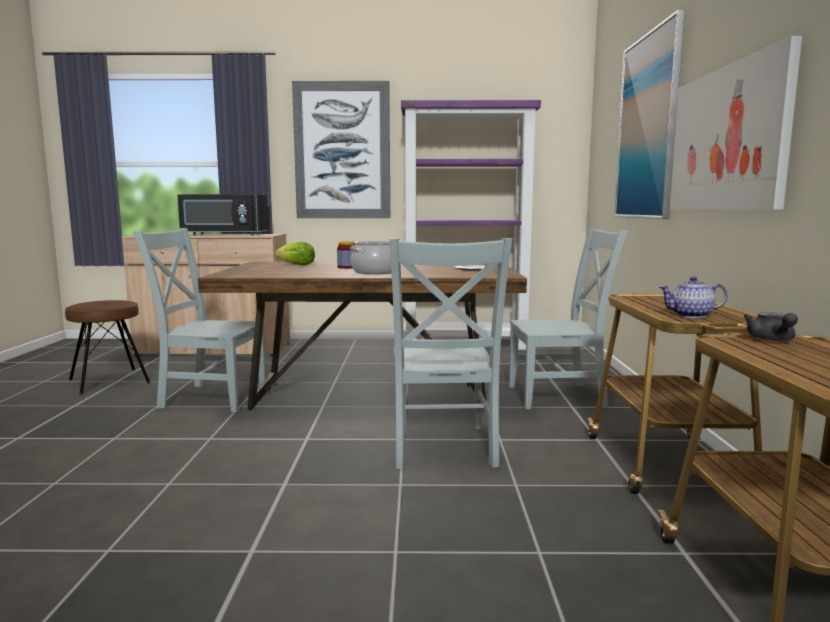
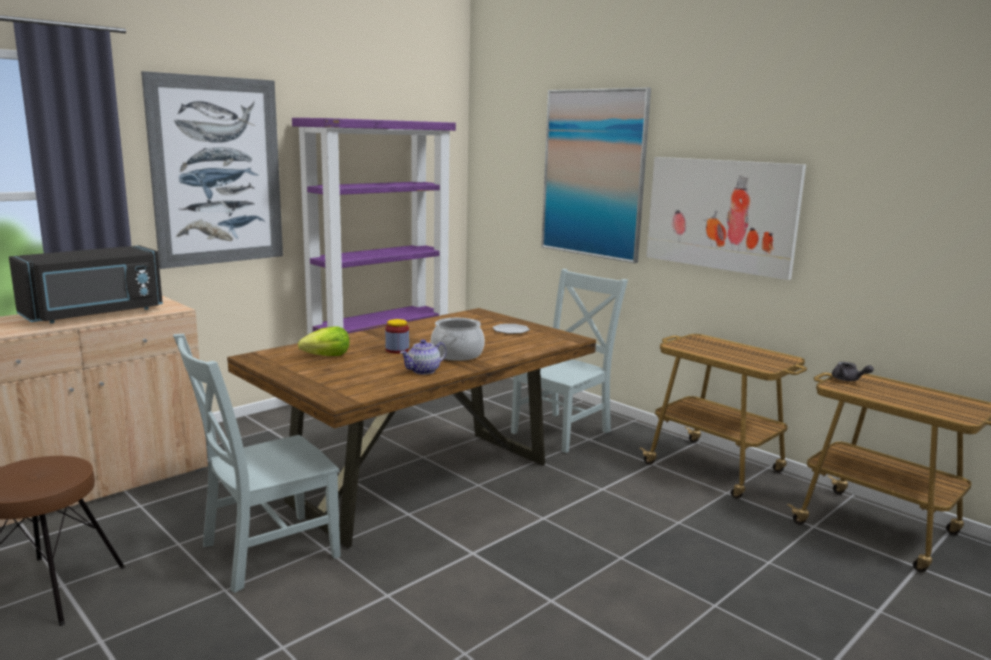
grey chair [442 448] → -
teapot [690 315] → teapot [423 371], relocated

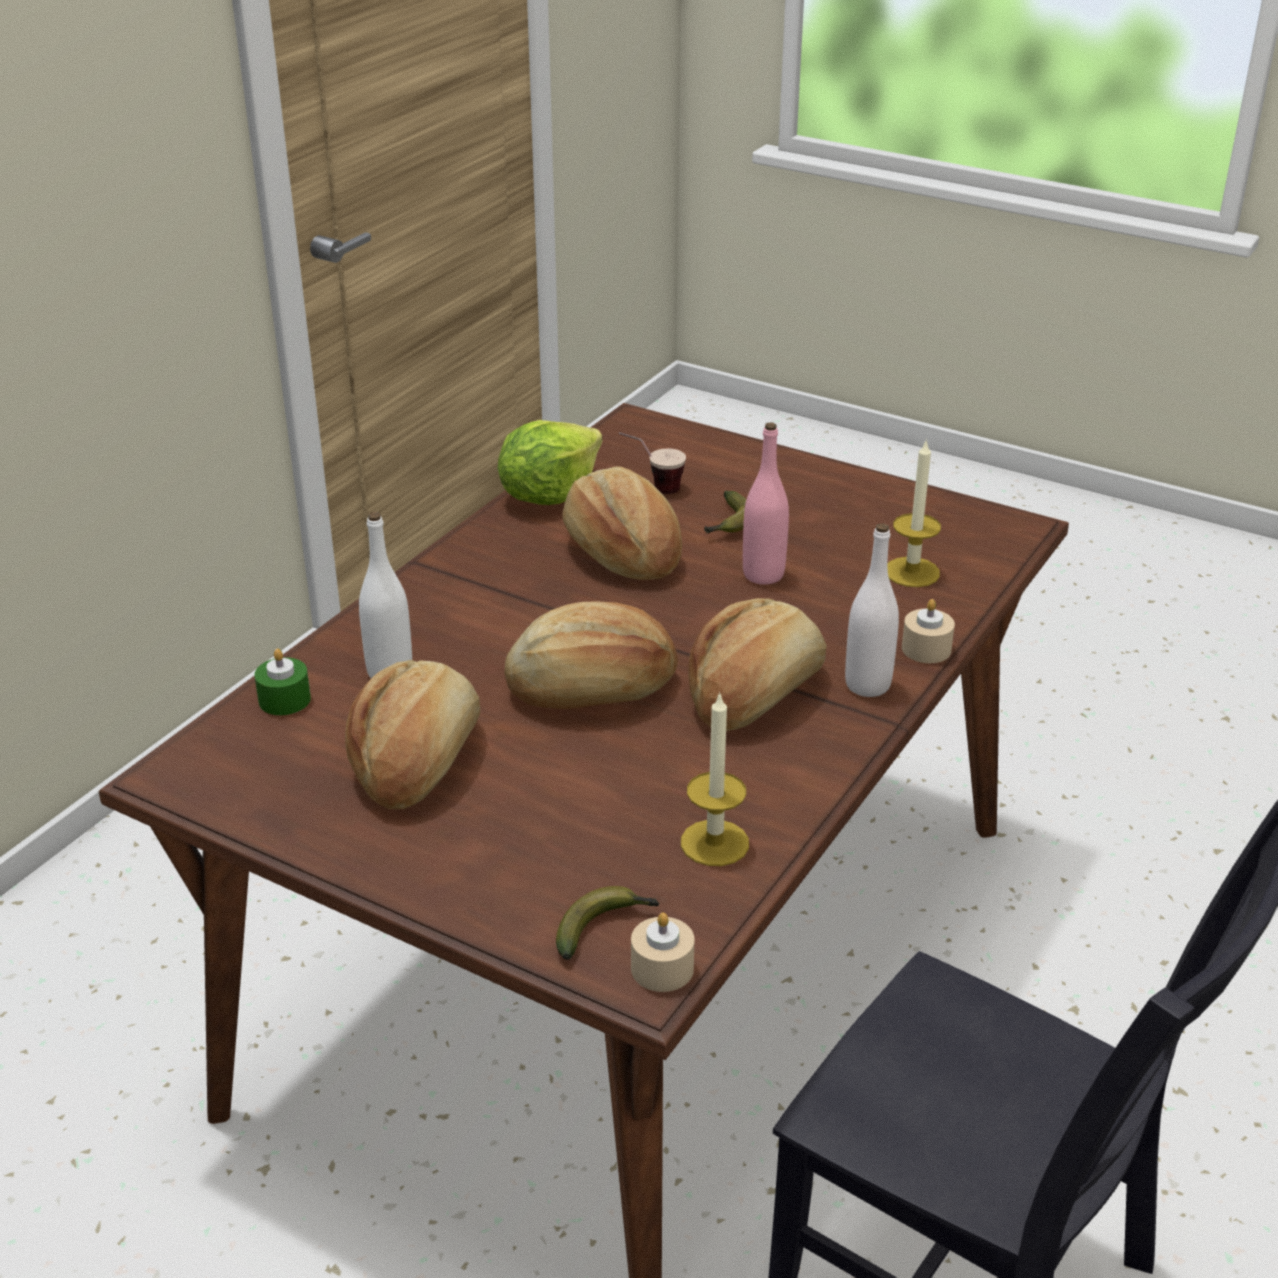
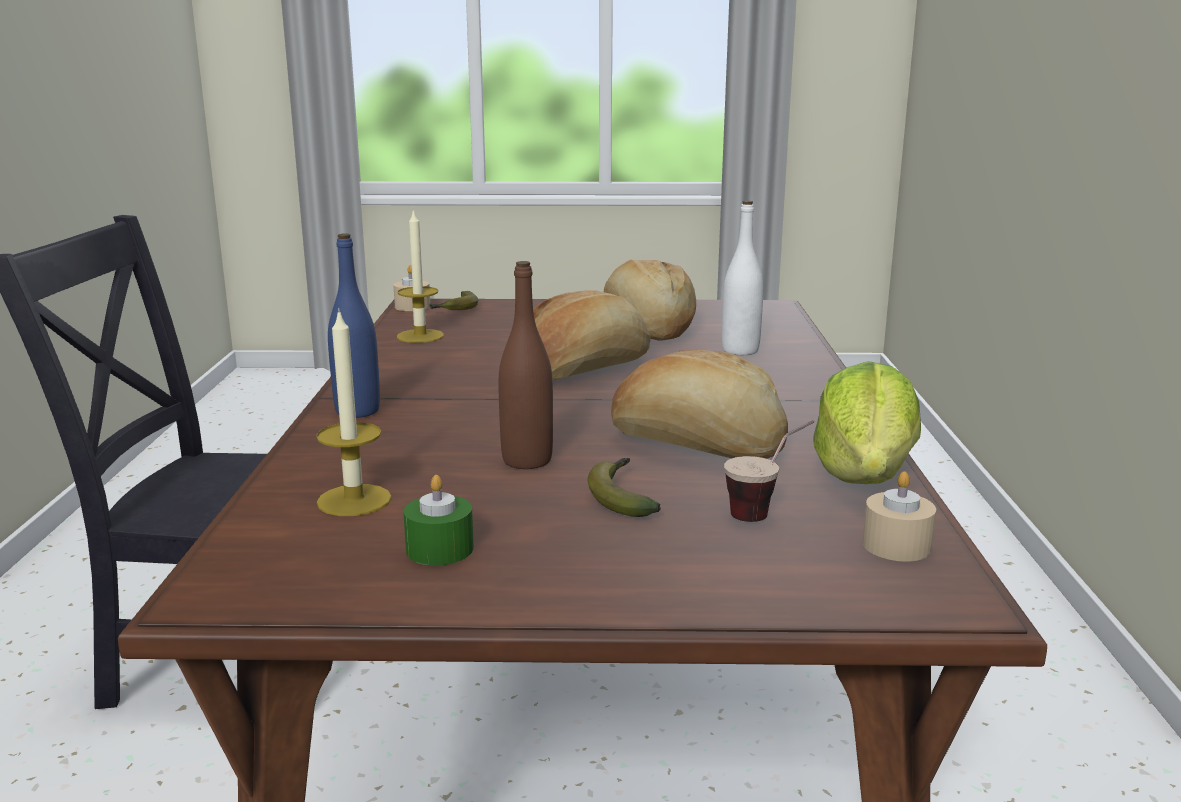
bread [755 694] → -
green candle [284 700] → green candle [440 549], relocated
beige candle [926 649] → beige candle [896 545], relocated
pink bottle [763 575] → brown bottle [527 460]
white bottle [867 685] → blue bottle [357 411]

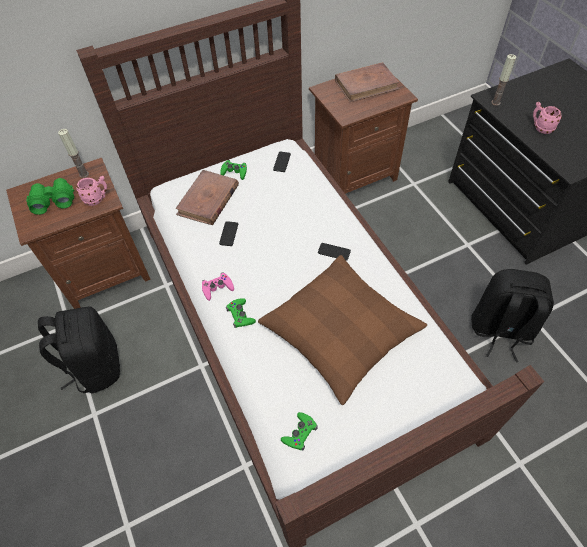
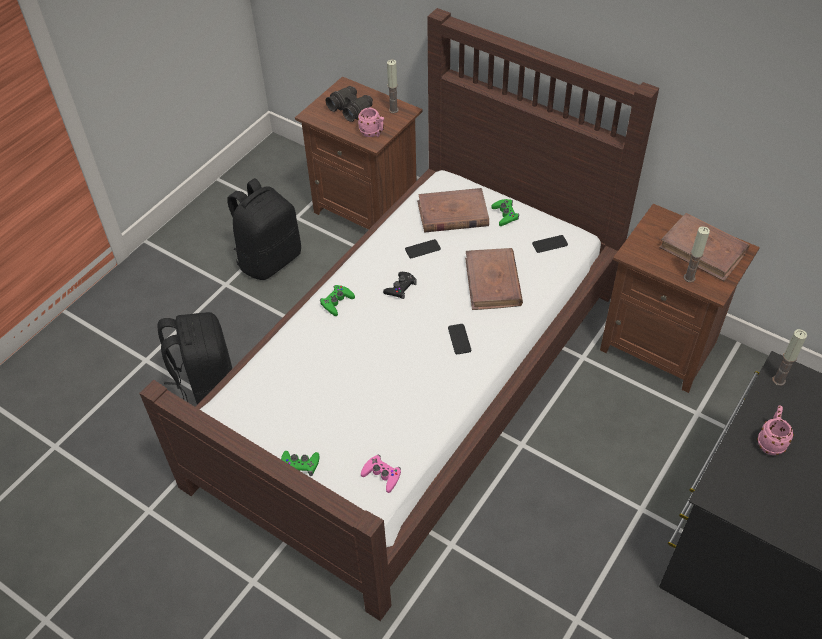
brown pillow [340 332] → -
- → black game controller [400 288]
- → brown book [493 282]
- → candle [689 278]
pink game controller [217 288] → pink game controller [382 475], relocated
green game controller [300 433] → green game controller [300 464], relocated
black backpack [500 330] → black backpack [206 387], relocated
green binoculars [53 200] → black binoculars [351 109]

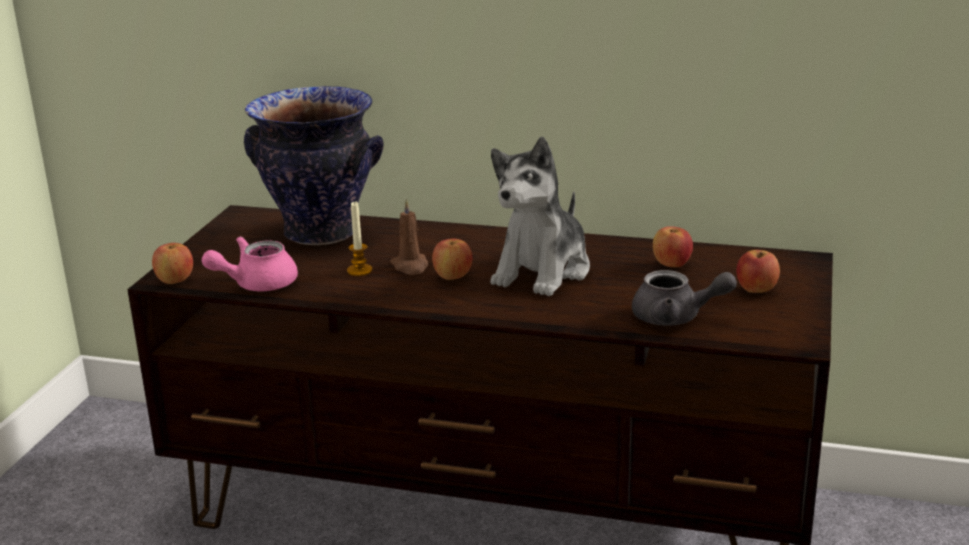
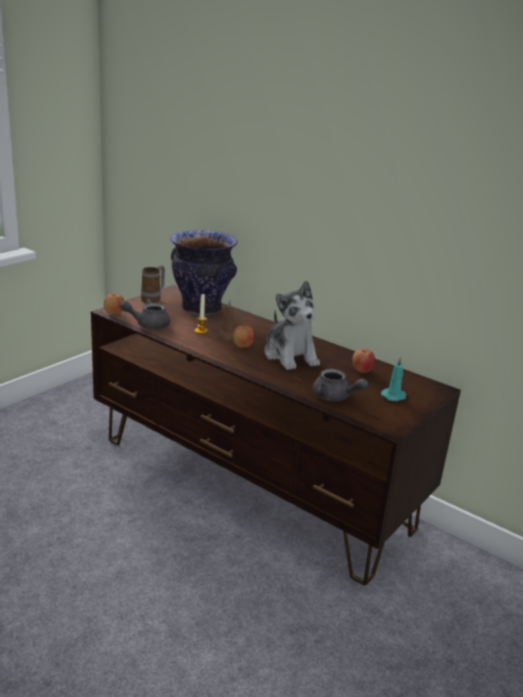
- → mug [153 299]
apple [756 290] → turquoise candle [394 396]
pink teapot [256 284] → grey teapot [148 324]
plush toy [543 271] → plush toy [290 356], 75 degrees counterclockwise

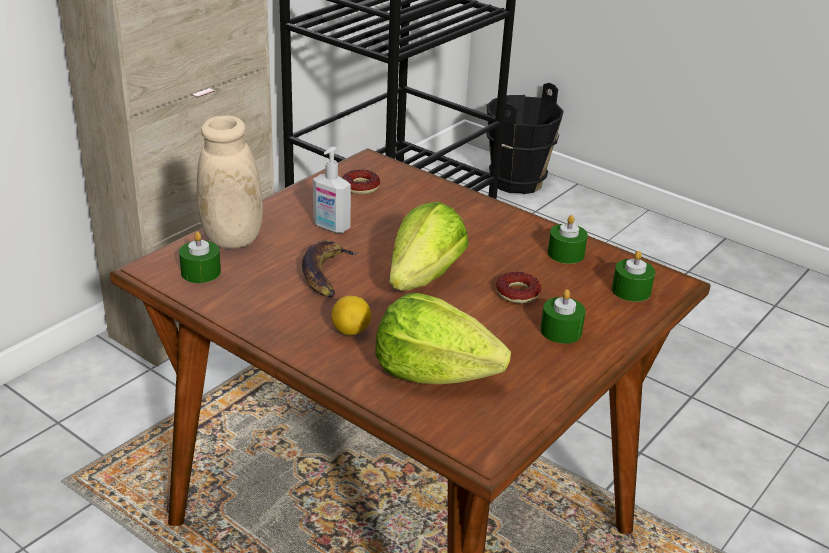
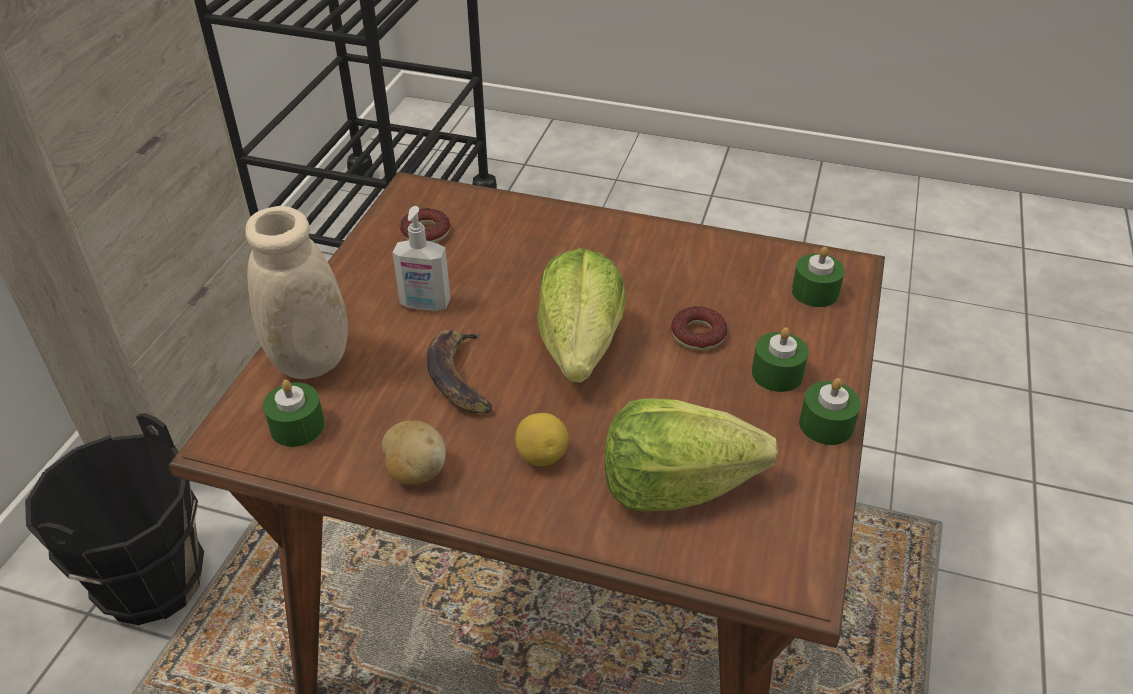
- → potato [415 471]
black bucket [516 182] → black bucket [151 583], relocated
green candle [565 254] → green candle [826 425], relocated

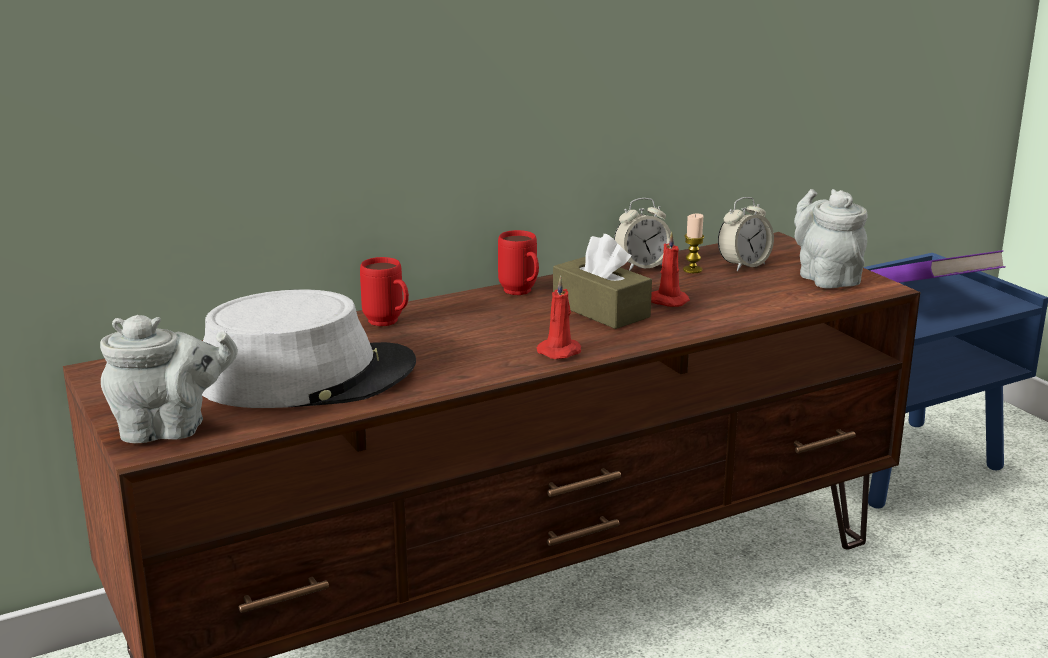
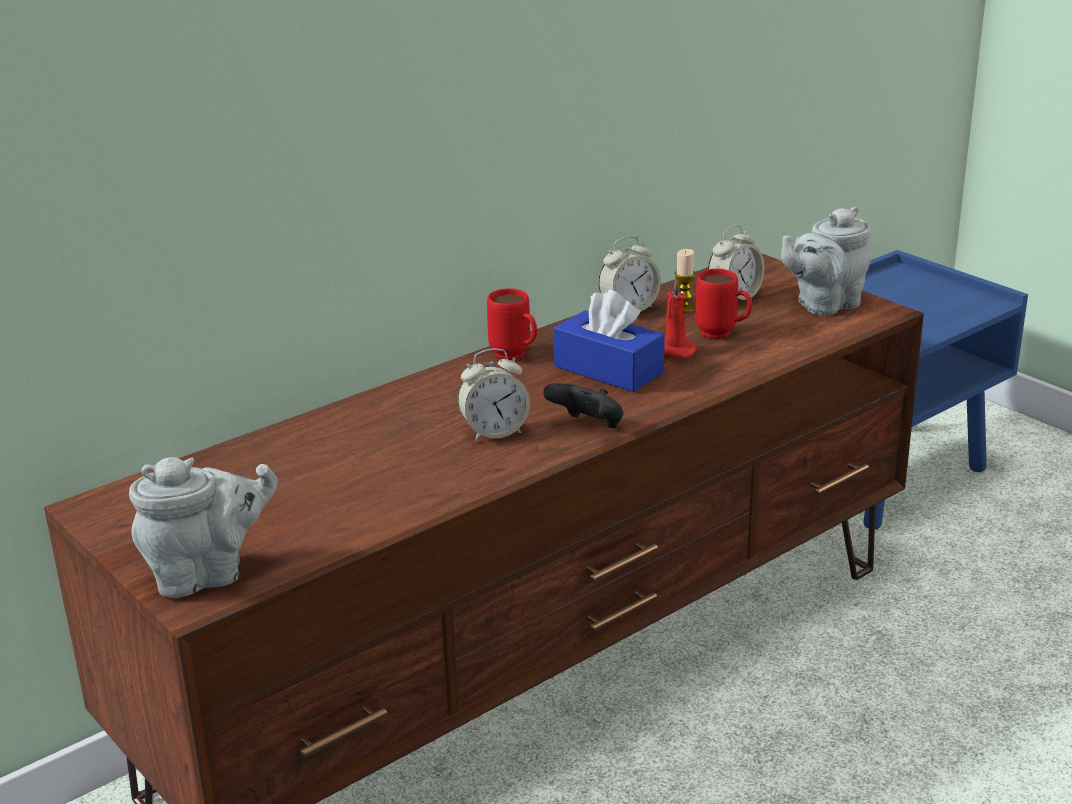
grey hat [307 377] → -
purple book [931 296] → -
- → alarm clock [494 432]
red mug [388 323] → red mug [723 335], relocated
red candle [561 351] → black game controller [588 427]
brown tissue box [601 310] → blue tissue box [608 370]
grey teapot [826 277] → grey teapot [824 304], 90 degrees counterclockwise

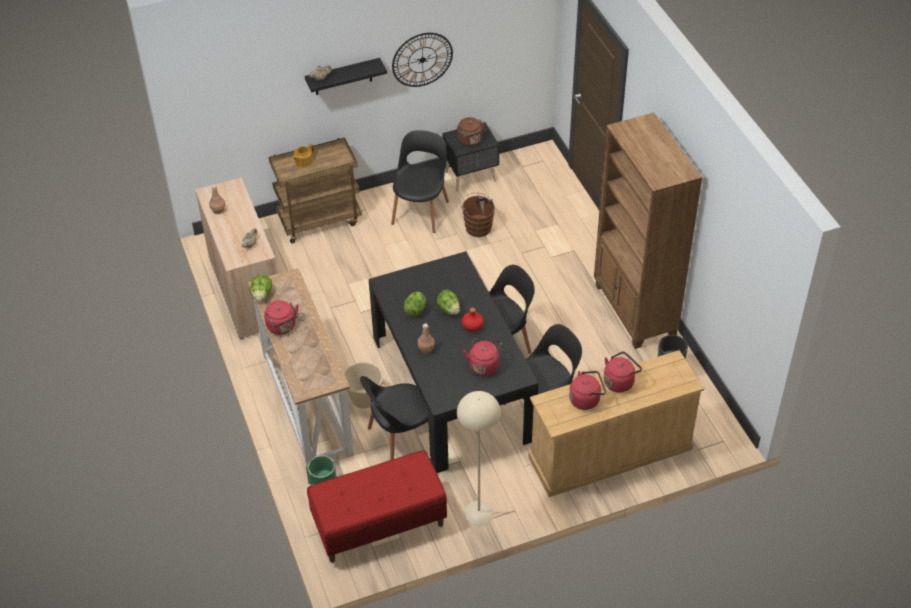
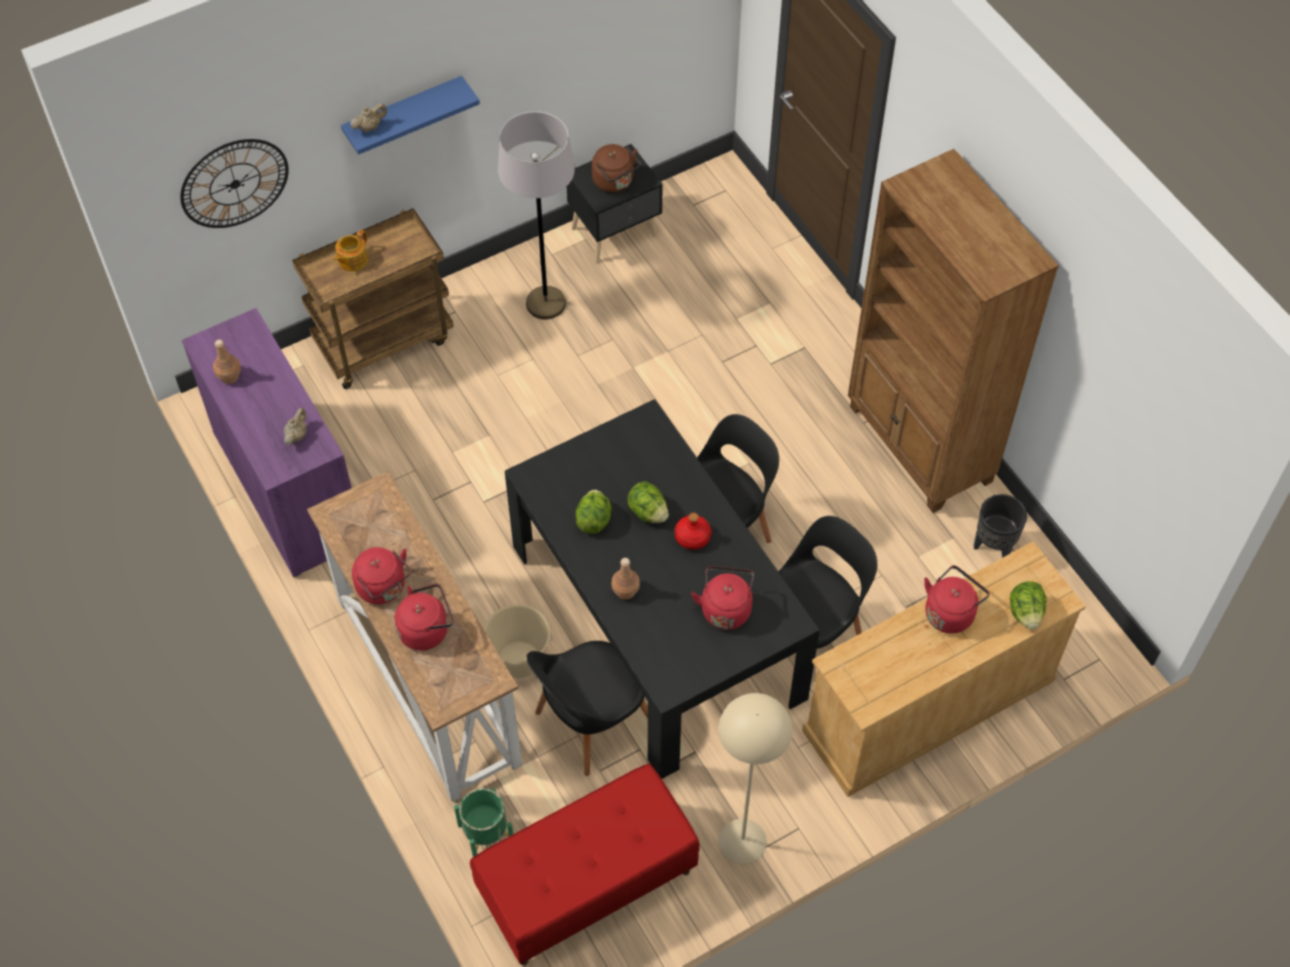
brown bucket [477 226] → -
lettuce [262 295] → lettuce [1025 613], relocated
wall clock [422 59] → wall clock [234 183], relocated
red kettle [586 399] → red kettle [426 629], relocated
black chair [421 210] → grey floor lamp [546 303]
beige cabinet [246 292] → purple cabinet [289 488]
black shelf [343 77] → blue shelf [404 115]

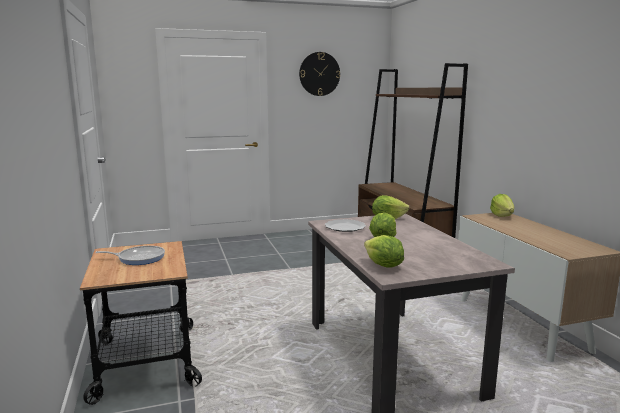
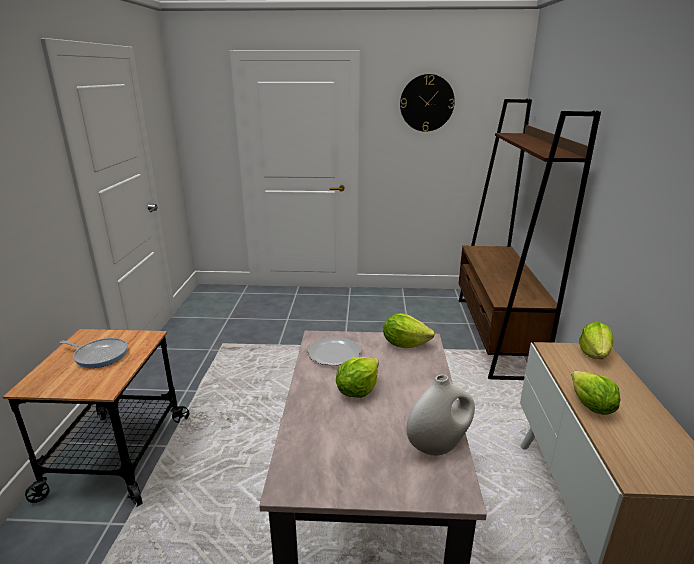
- → white vase [438 445]
lettuce [383 266] → lettuce [591 406], relocated

